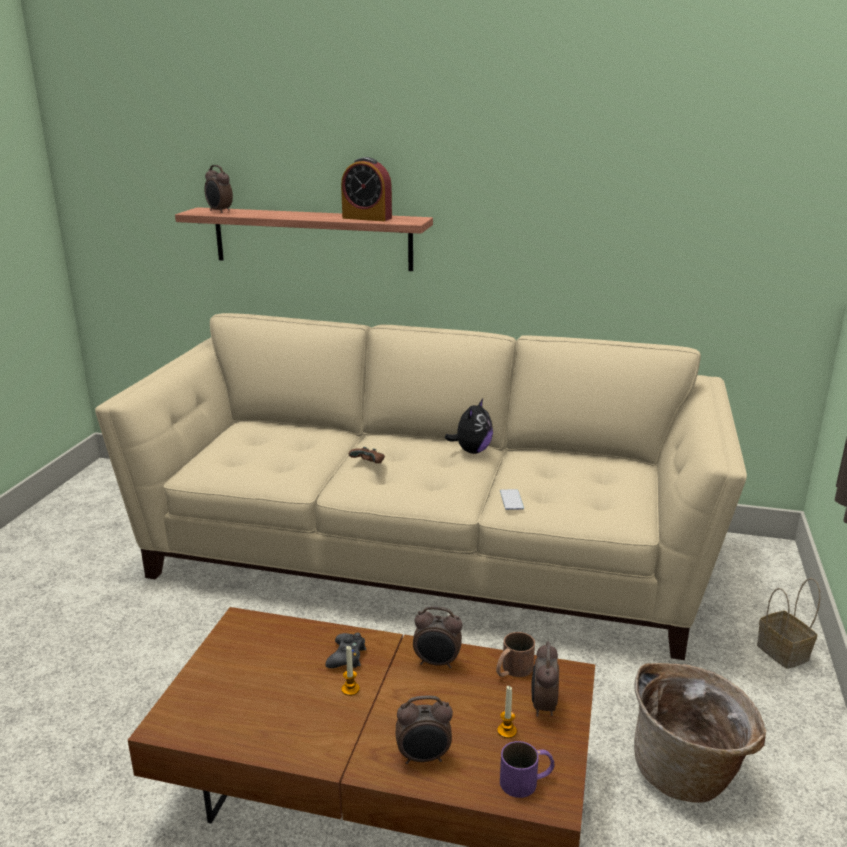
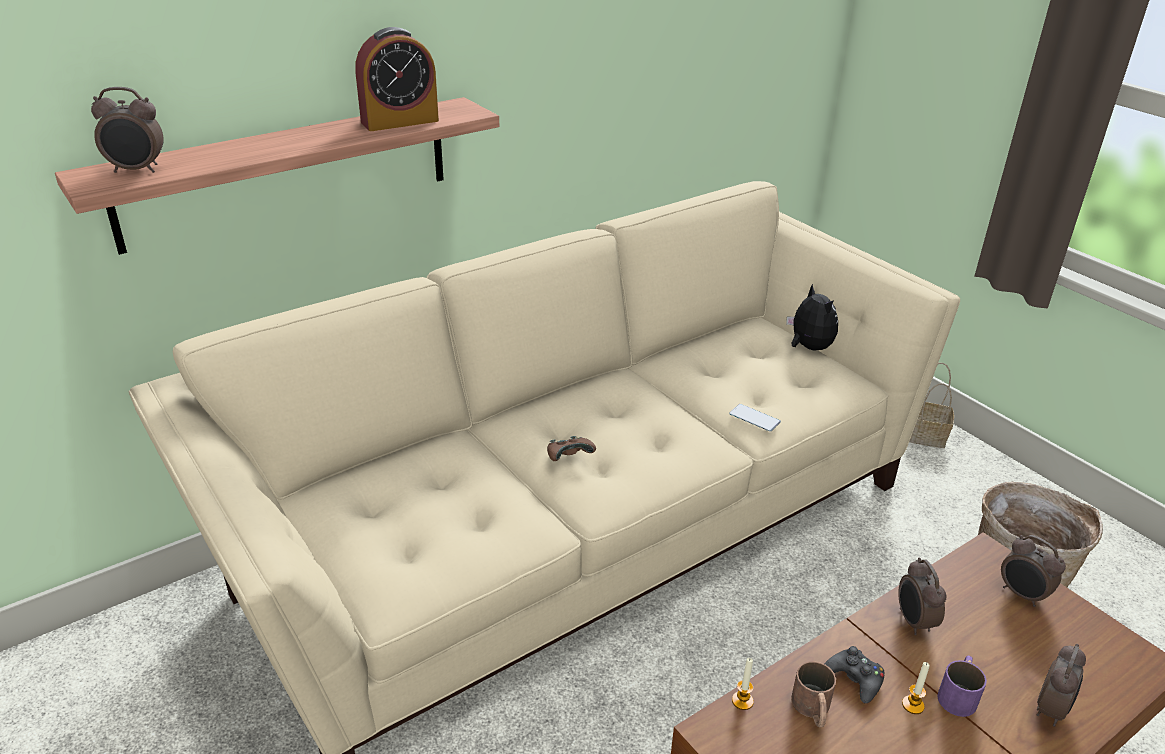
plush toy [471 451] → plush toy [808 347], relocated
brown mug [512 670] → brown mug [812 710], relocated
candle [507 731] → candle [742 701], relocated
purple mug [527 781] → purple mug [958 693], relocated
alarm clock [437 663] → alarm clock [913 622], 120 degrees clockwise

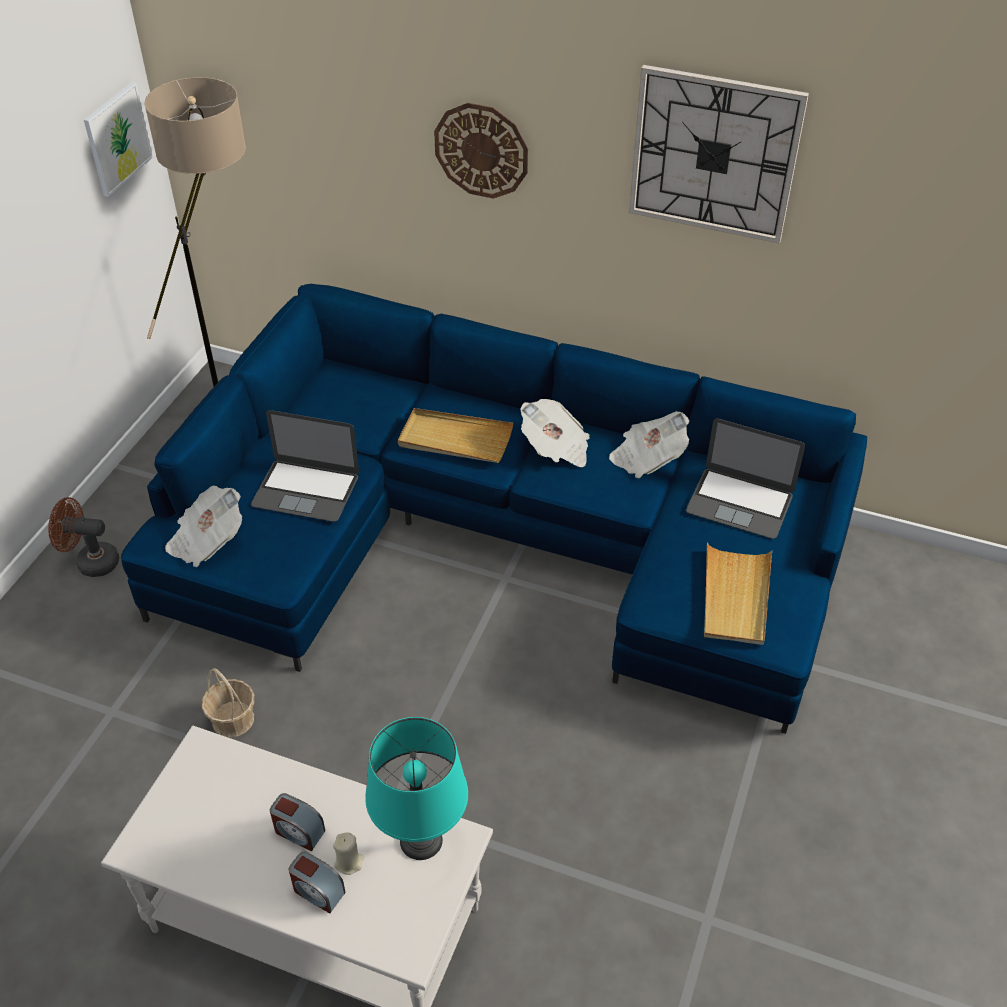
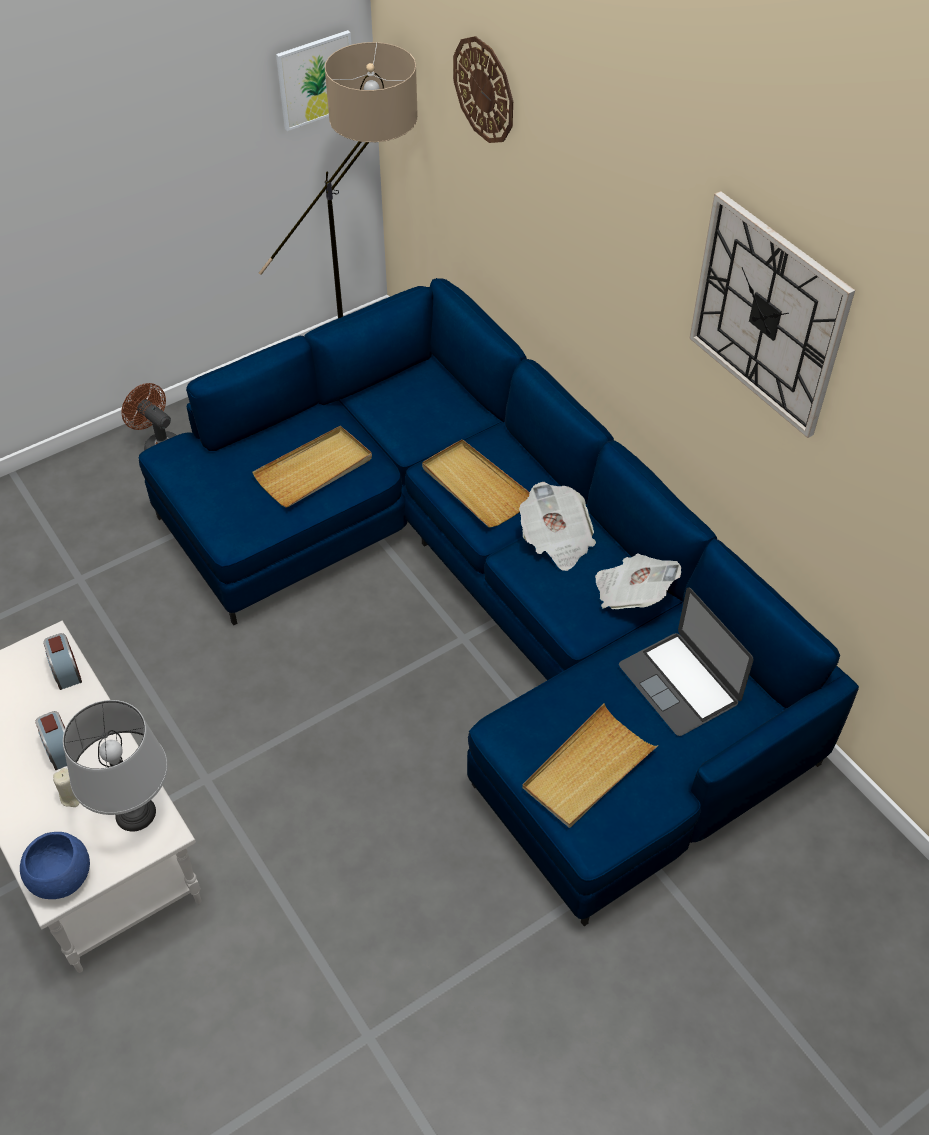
newspaper [207 541] → -
basket [233 719] → -
- → blue bowl [60 877]
alarm clock [318 891] → alarm clock [66 671], relocated
wall clock [481 150] → wall clock [484 90], relocated
laptop [306 490] → beige tray [314 470]
turquoise table lamp [420 839] → grey table lamp [135 812]

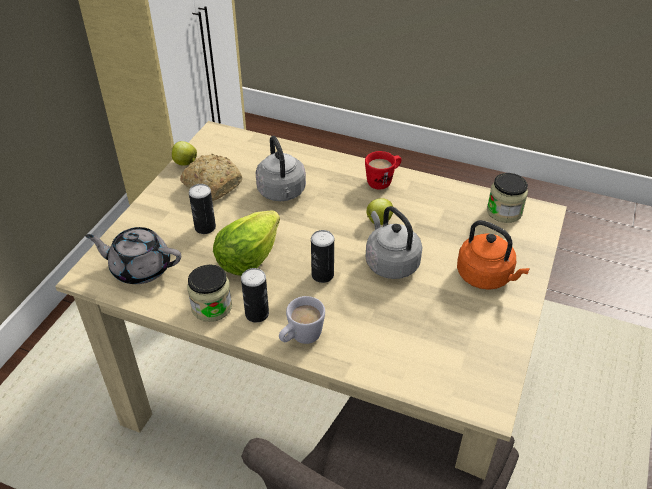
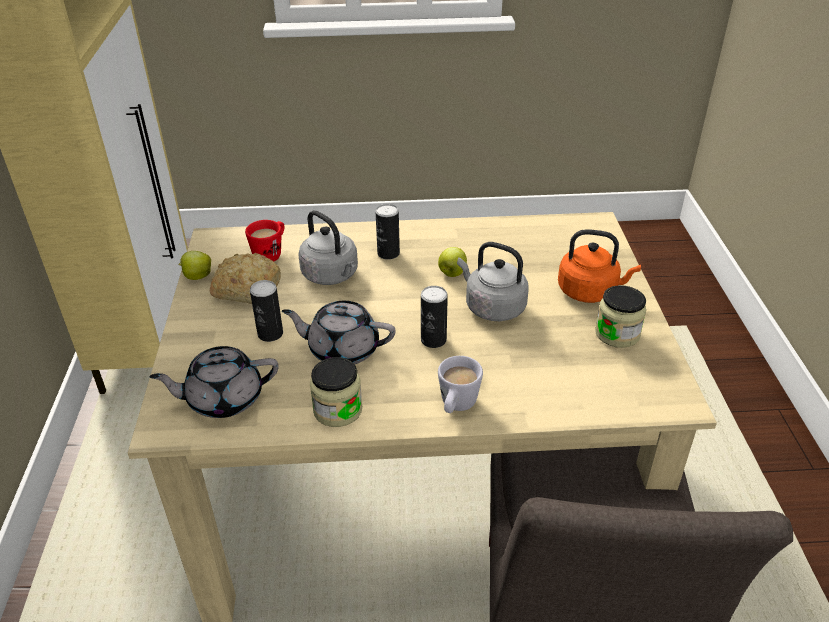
can [257 314] → can [388 253], relocated
red mug [383 181] → red mug [271 253], relocated
jar [504 212] → jar [617 334], relocated
lettuce [248 258] → grey teapot [342 349]

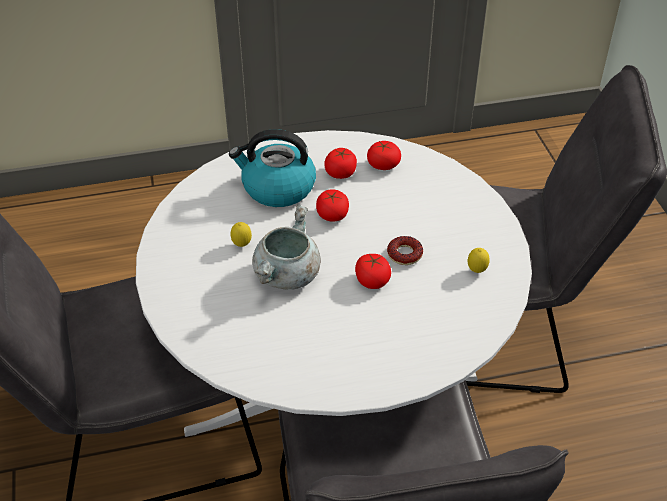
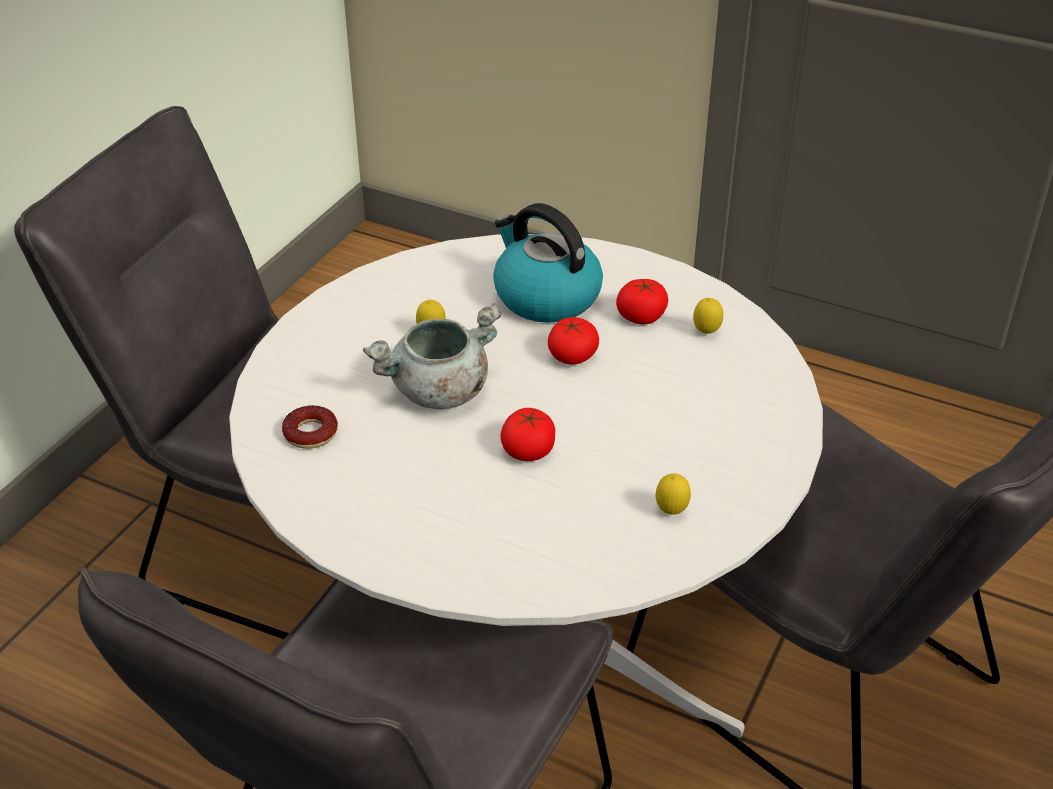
donut [404 254] → donut [310 433], relocated
tomato [383 165] → lemon [706 333]

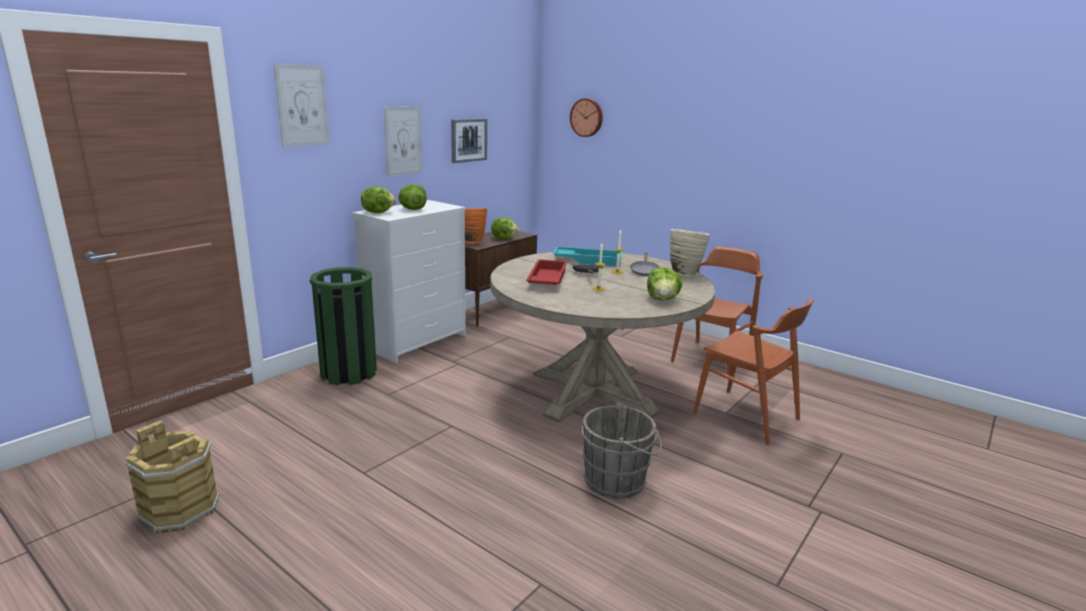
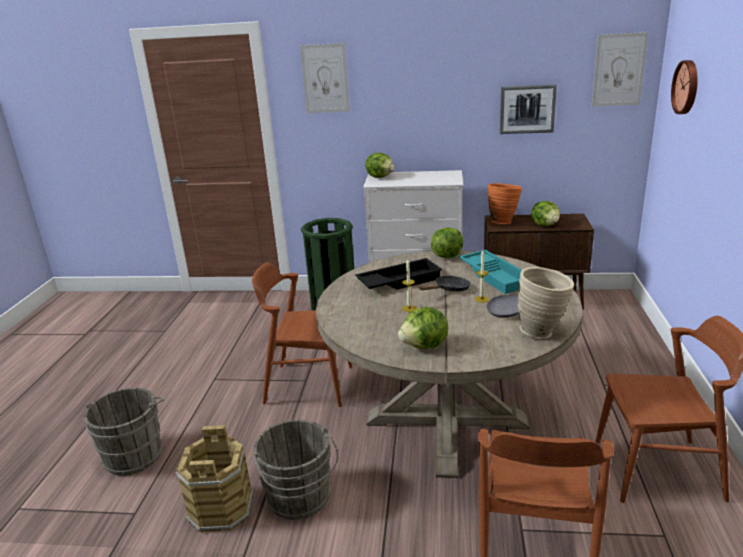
- → grey bucket [135 453]
- → brown chair [308 384]
brown bucket [180 510] → brown bucket [222 508], relocated
picture [403 141] → picture [619 70], relocated
lettuce [412 209] → lettuce [447 256], relocated
red tray [546 279] → black tray [399 281]

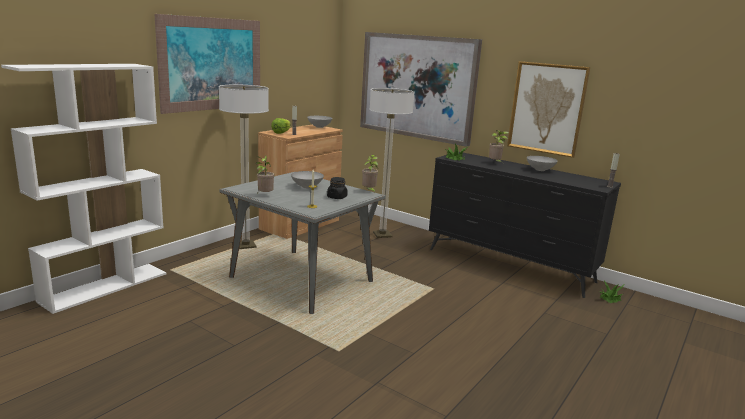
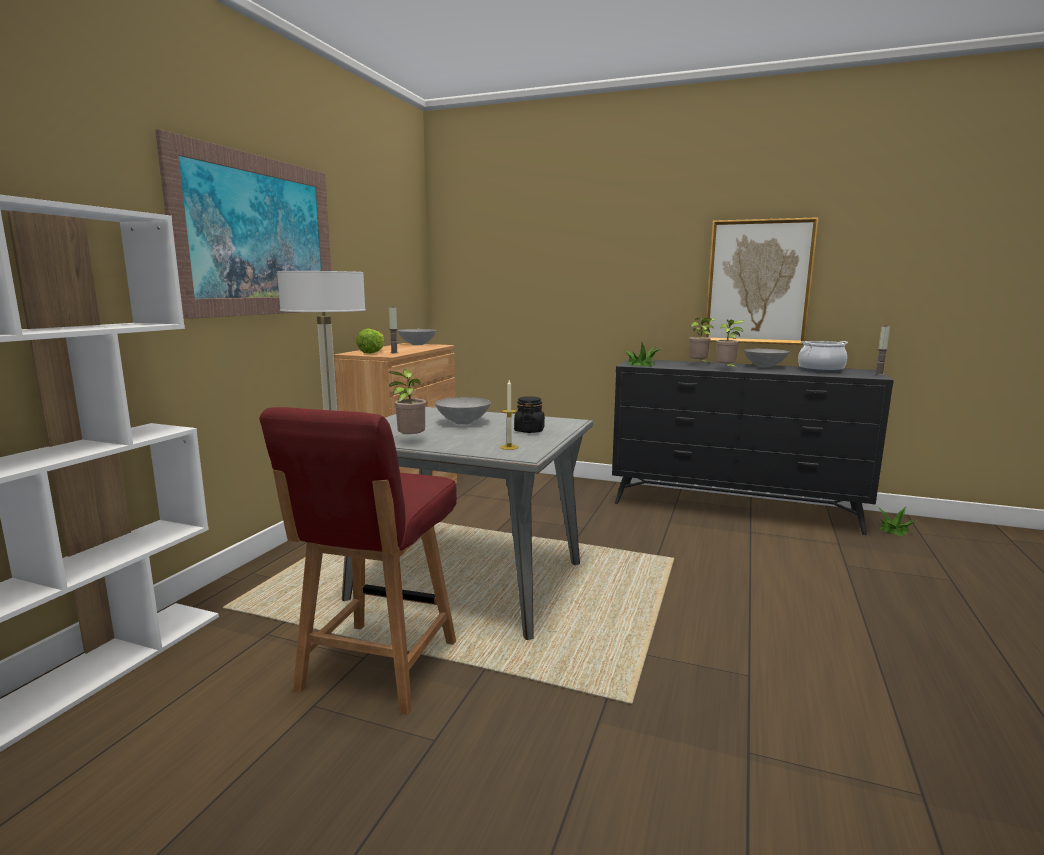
picture [417 86] → -
floor lamp [382 235] → -
- → red chair [377 668]
- → cooking pot [820 370]
potted plant [369 191] → potted plant [726 369], relocated

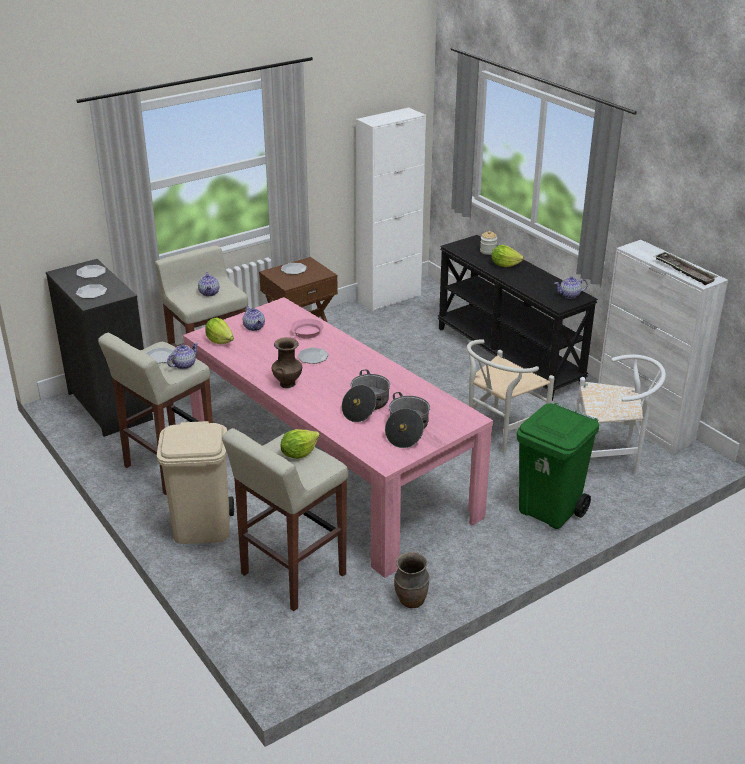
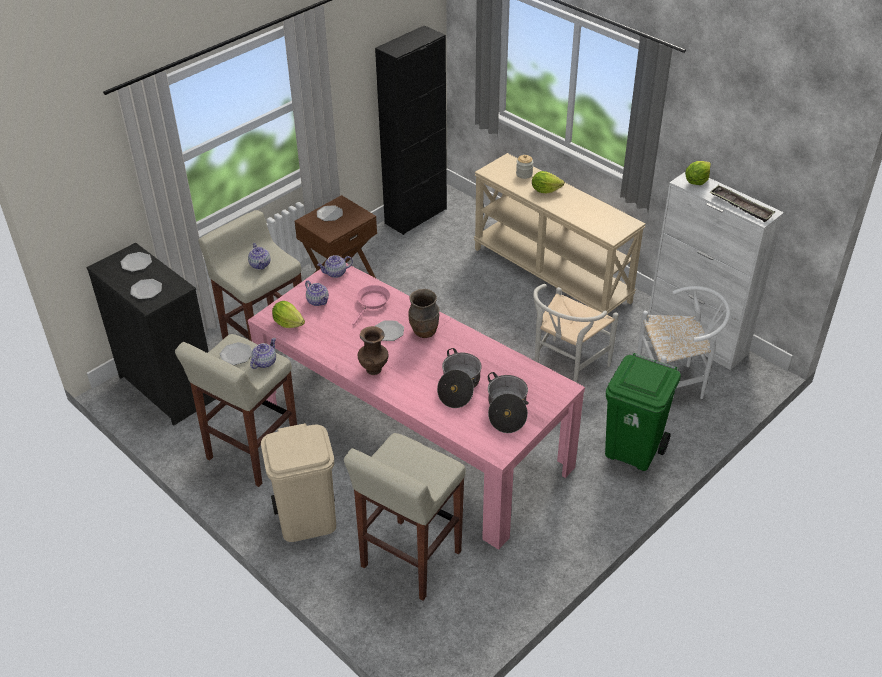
lettuce [298 453] → lettuce [696 181], relocated
brown vase [411 601] → brown vase [424 332], relocated
teapot [569 295] → teapot [335 273], relocated
white cabinet [389 298] → black cabinet [416 216]
black console table [509 356] → beige console table [552 274]

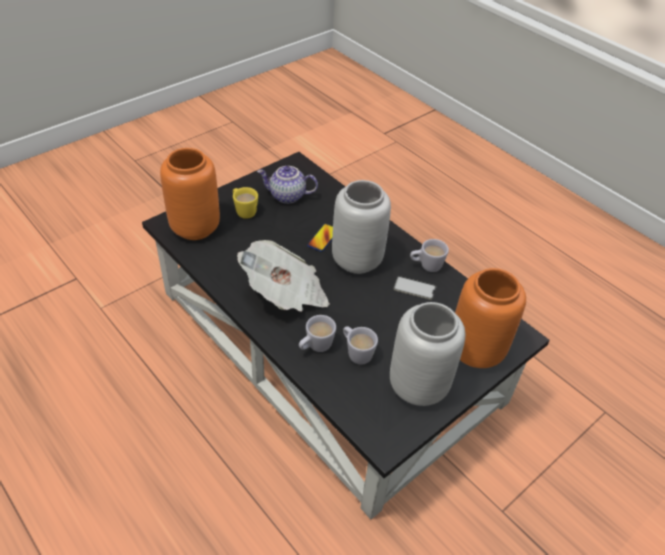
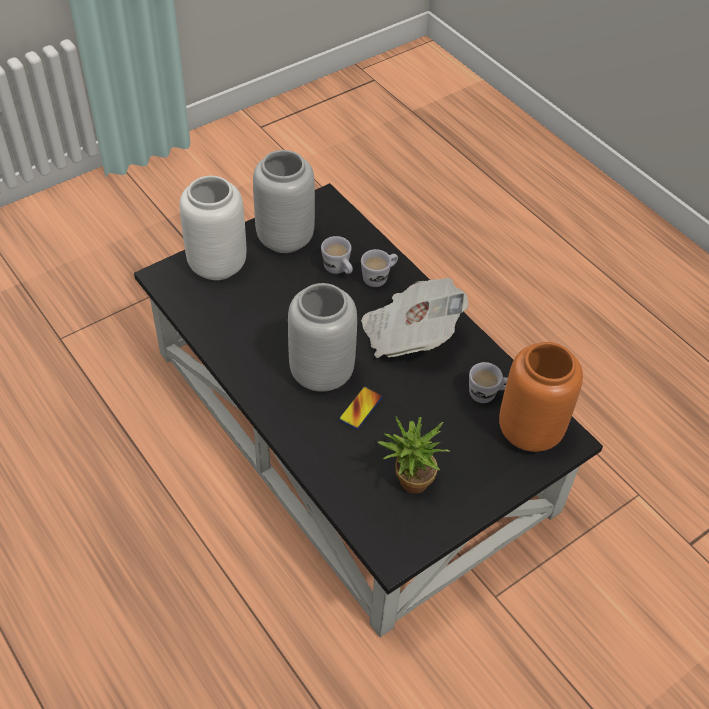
yellow mug [243 211] → -
phone [414 288] → -
white mug [426 266] → white mug [488 394], relocated
teapot [287 196] → potted plant [408 483]
orange vase [475 352] → white vase [217 264]

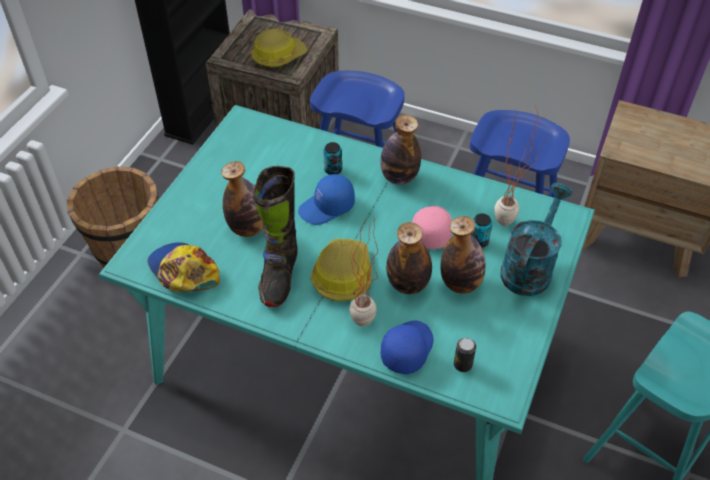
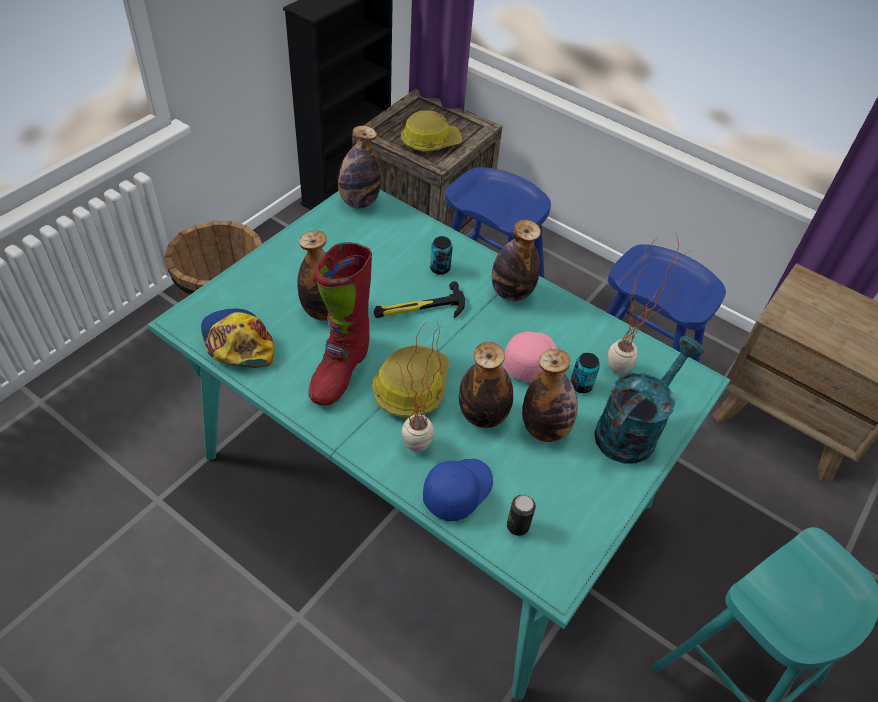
- → bottle [359 202]
blue cap [327 208] → hammer [419 308]
black boot [279 275] → red boot [340 371]

